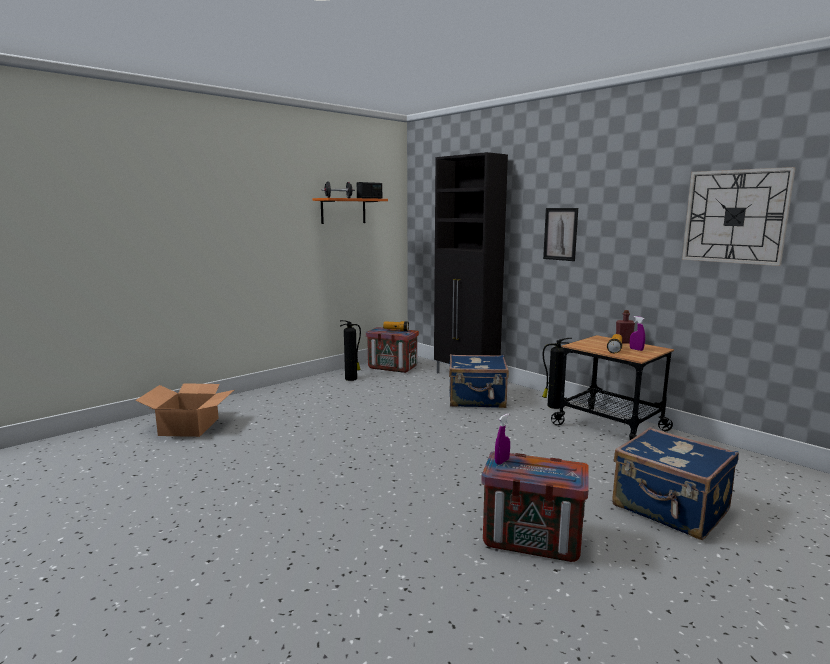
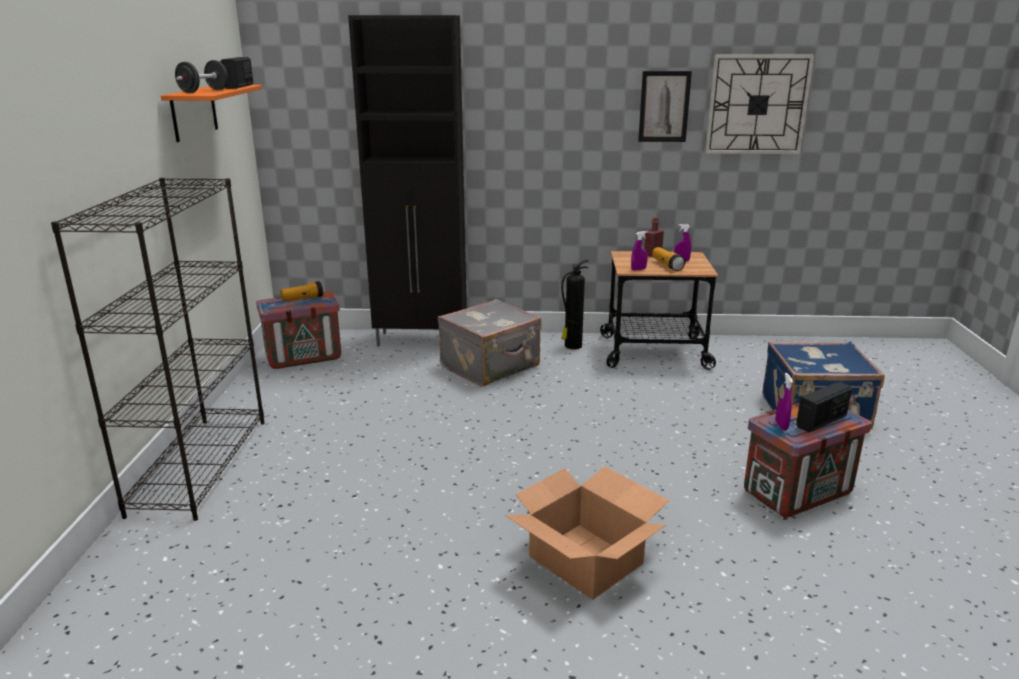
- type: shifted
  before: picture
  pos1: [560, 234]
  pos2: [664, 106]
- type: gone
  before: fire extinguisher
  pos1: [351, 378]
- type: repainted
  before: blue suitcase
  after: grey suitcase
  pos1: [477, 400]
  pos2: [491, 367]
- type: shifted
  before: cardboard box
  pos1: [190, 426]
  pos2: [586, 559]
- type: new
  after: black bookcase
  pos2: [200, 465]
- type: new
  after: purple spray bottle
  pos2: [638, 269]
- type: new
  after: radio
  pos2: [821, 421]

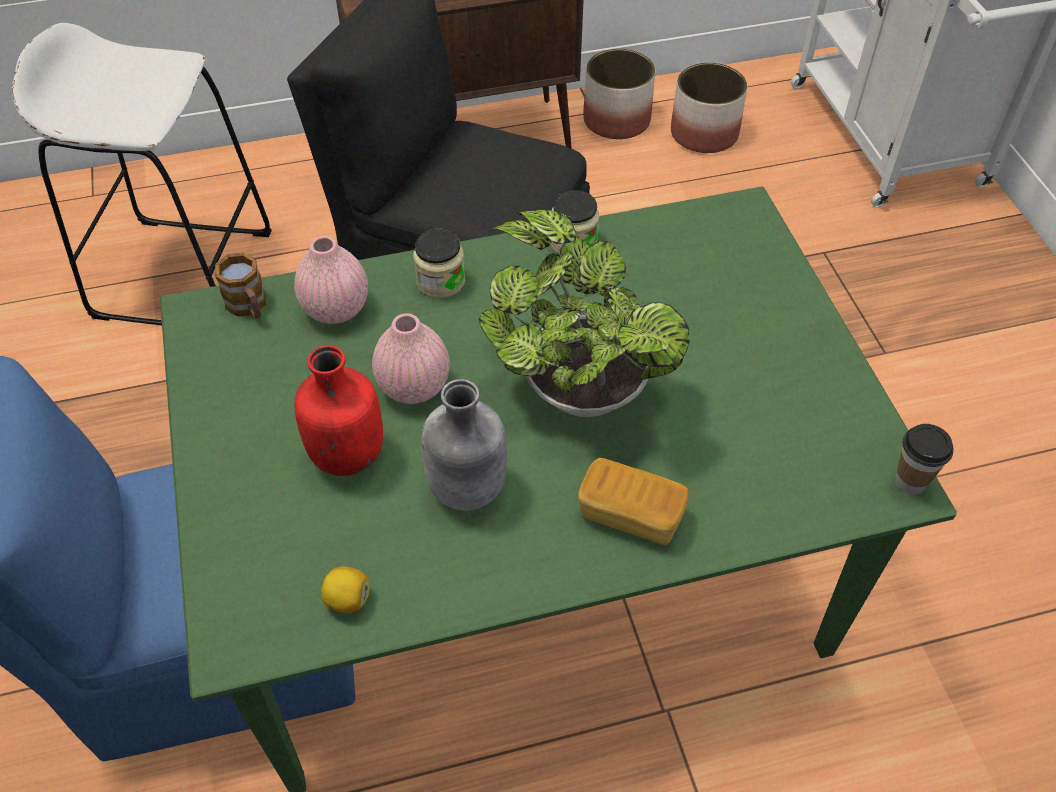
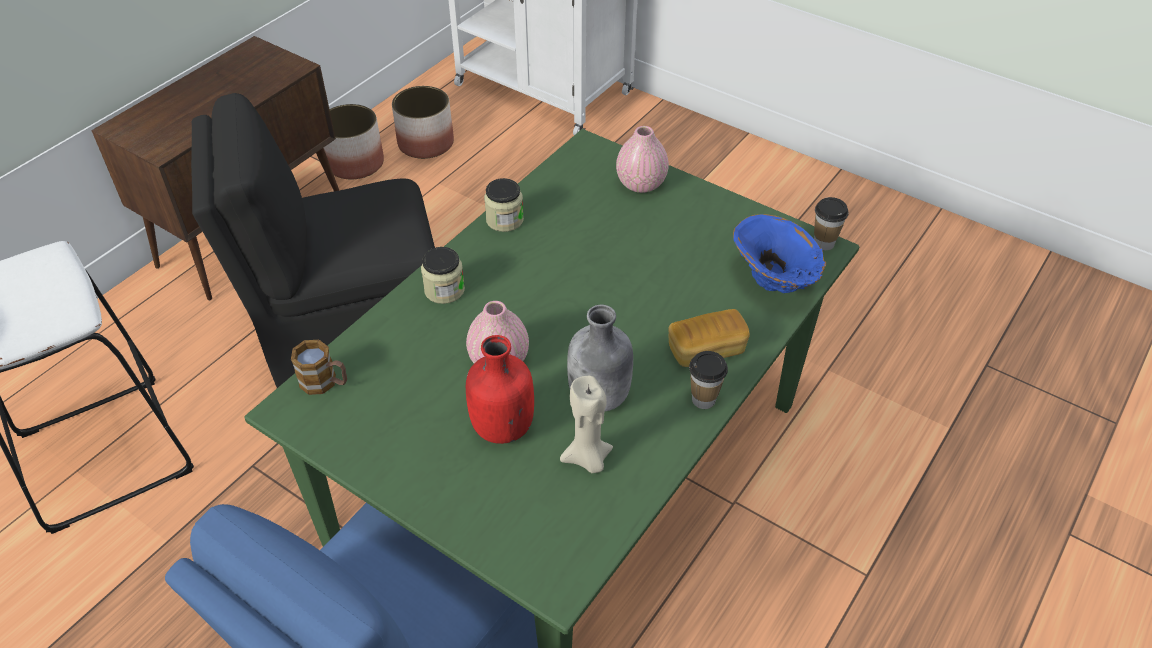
- type: gone
  before: potted plant
  pos1: [577, 387]
- type: shifted
  before: pink vase
  pos1: [335, 308]
  pos2: [641, 184]
- type: gone
  before: lemon
  pos1: [348, 600]
- type: new
  after: blue vase
  pos2: [771, 285]
- type: new
  after: cup
  pos2: [703, 399]
- type: new
  after: beige candle
  pos2: [588, 459]

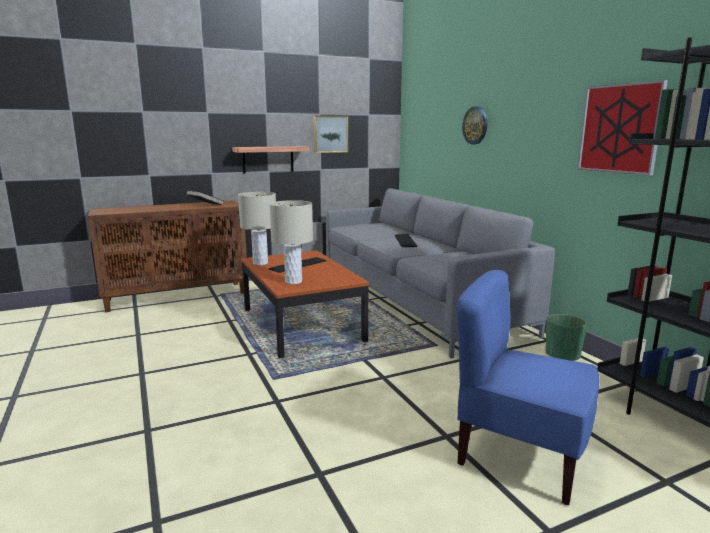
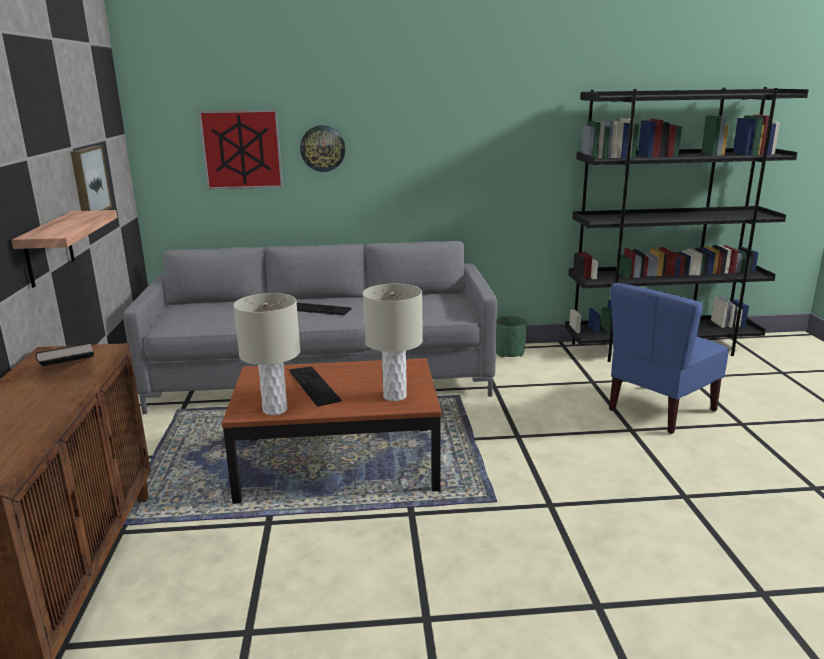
- type: shifted
  before: picture
  pos1: [619, 128]
  pos2: [242, 149]

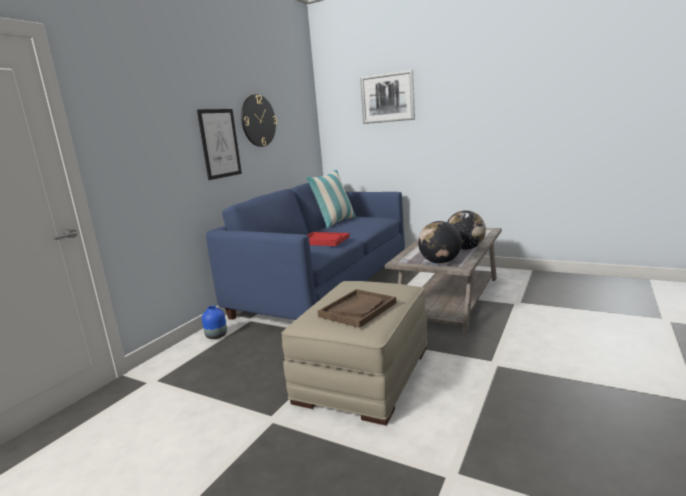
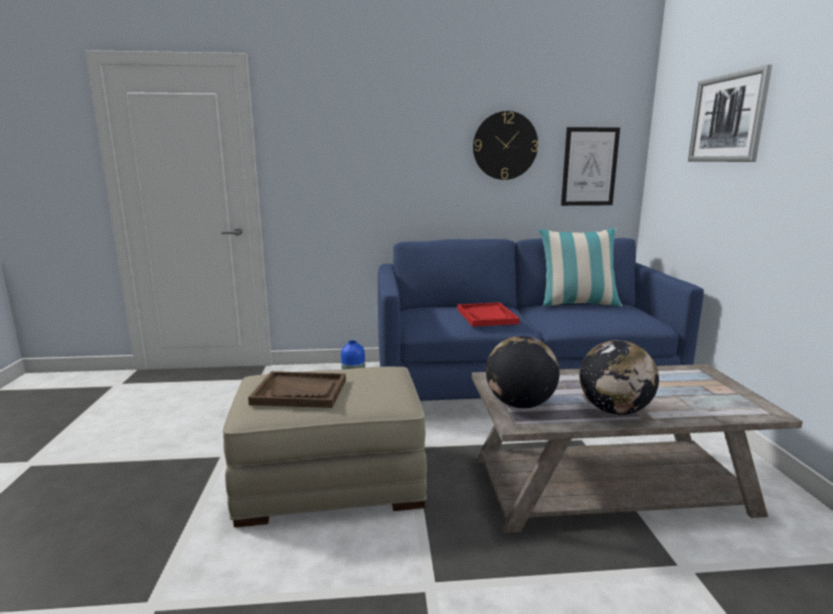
- type: shifted
  before: picture
  pos1: [220, 143]
  pos2: [589, 167]

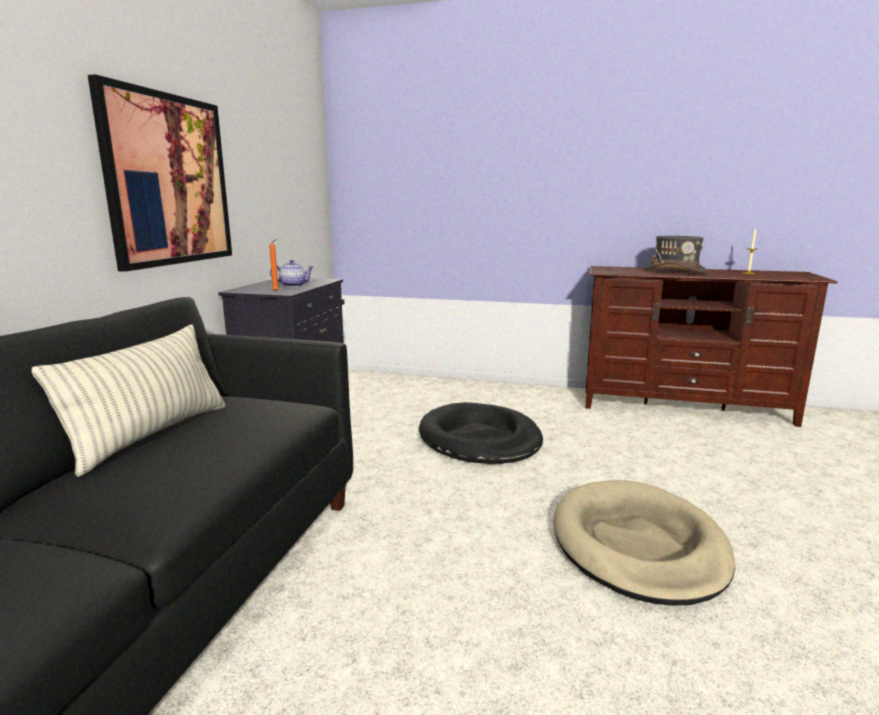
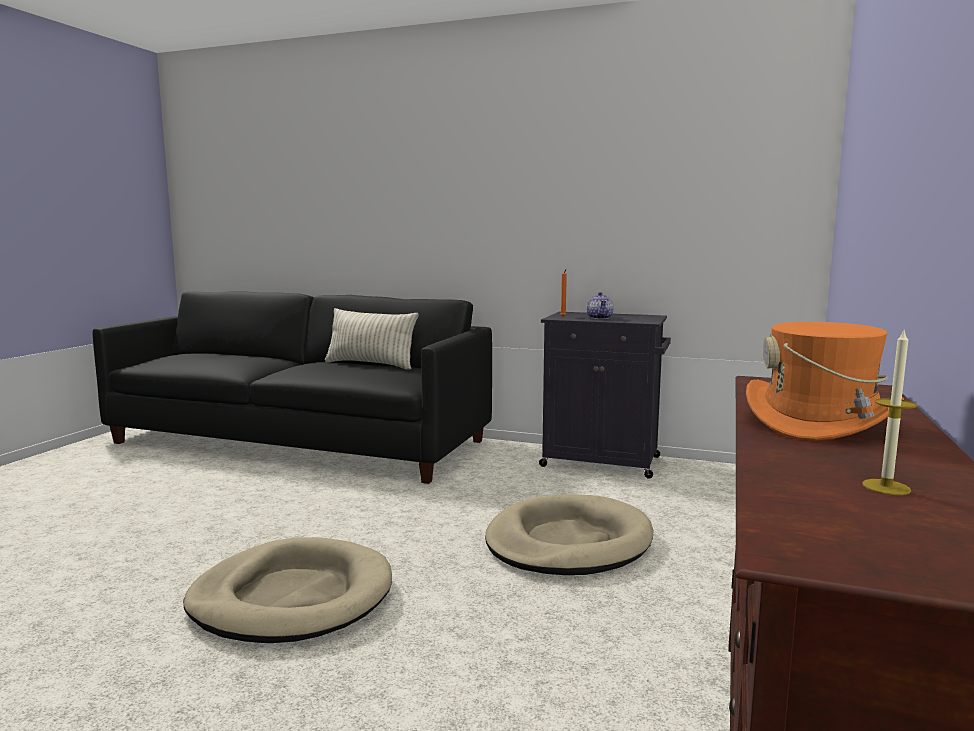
- type: gone
  before: picture
  pos1: [168, 180]
- type: repainted
  before: grey hat
  after: orange hat
  pos1: [675, 272]
  pos2: [820, 421]
- type: repainted
  before: black dog bed
  after: beige dog bed
  pos1: [479, 439]
  pos2: [568, 542]

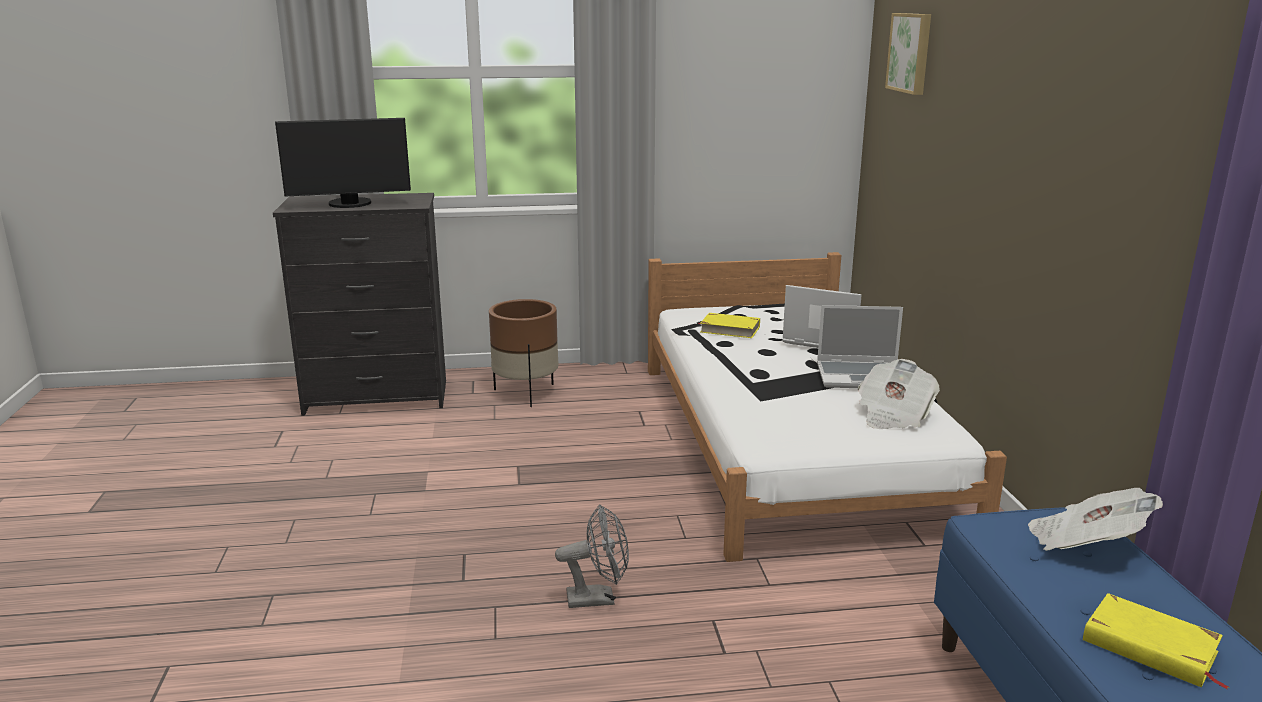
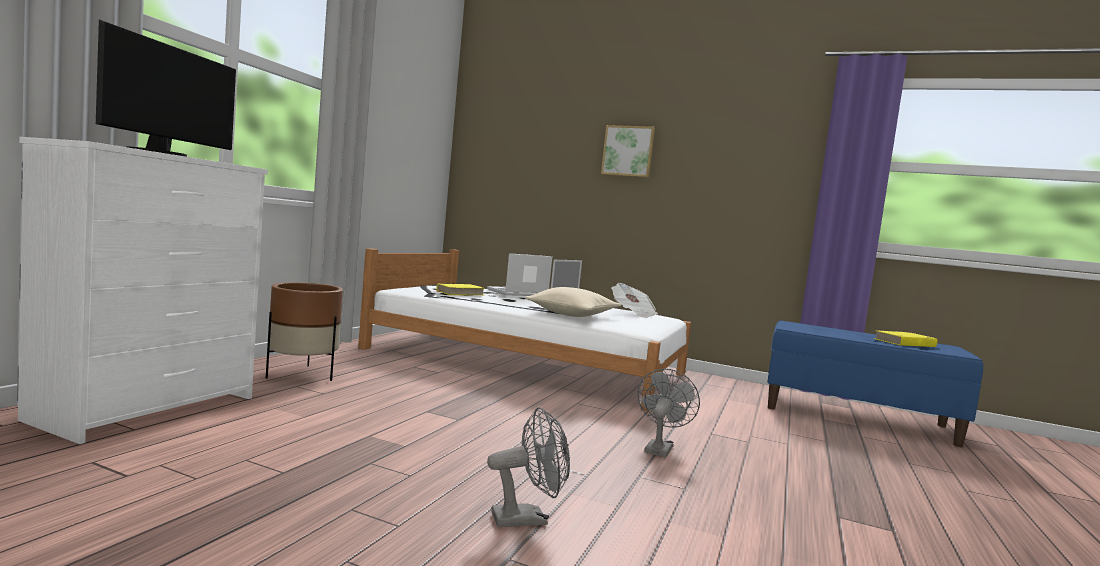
- type: shifted
  before: picture
  pos1: [911, 53]
  pos2: [628, 151]
- type: repainted
  before: black dresser
  after: white dresser
  pos1: [378, 398]
  pos2: [149, 408]
- type: gone
  before: newspaper
  pos1: [1085, 544]
- type: new
  after: beige pillow
  pos2: [572, 314]
- type: new
  after: grey fan
  pos2: [527, 518]

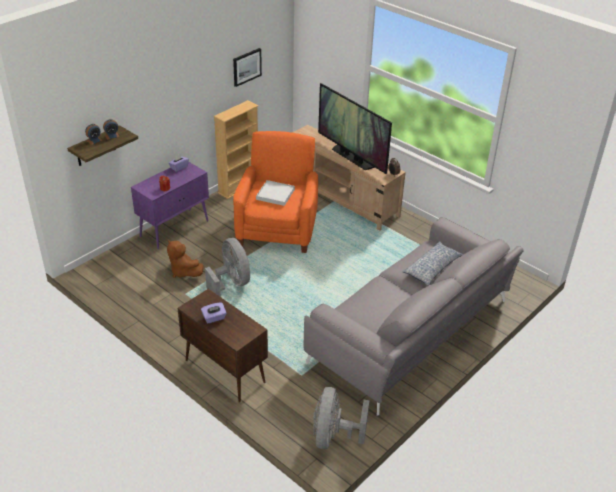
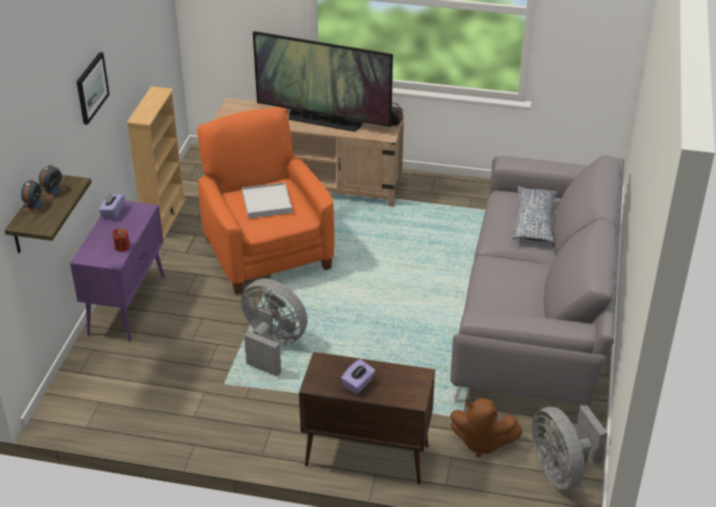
- type: shifted
  before: picture
  pos1: [246, 67]
  pos2: [91, 87]
- type: shifted
  before: brown plush toy
  pos1: [184, 272]
  pos2: [482, 442]

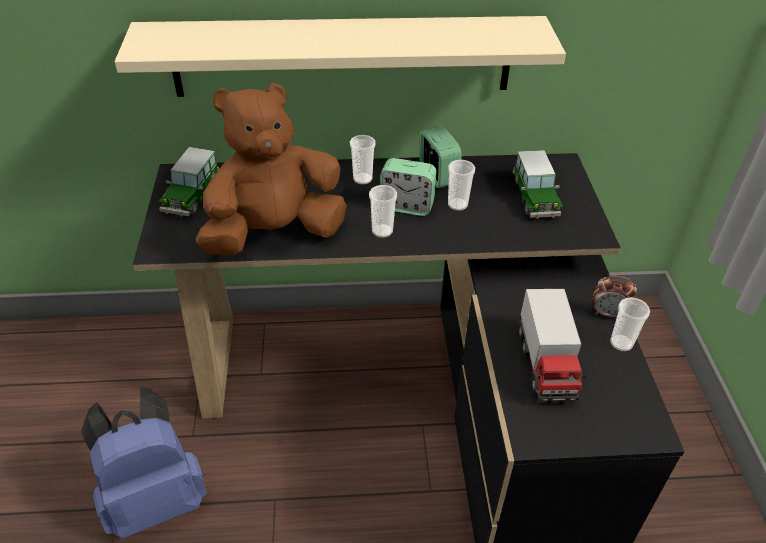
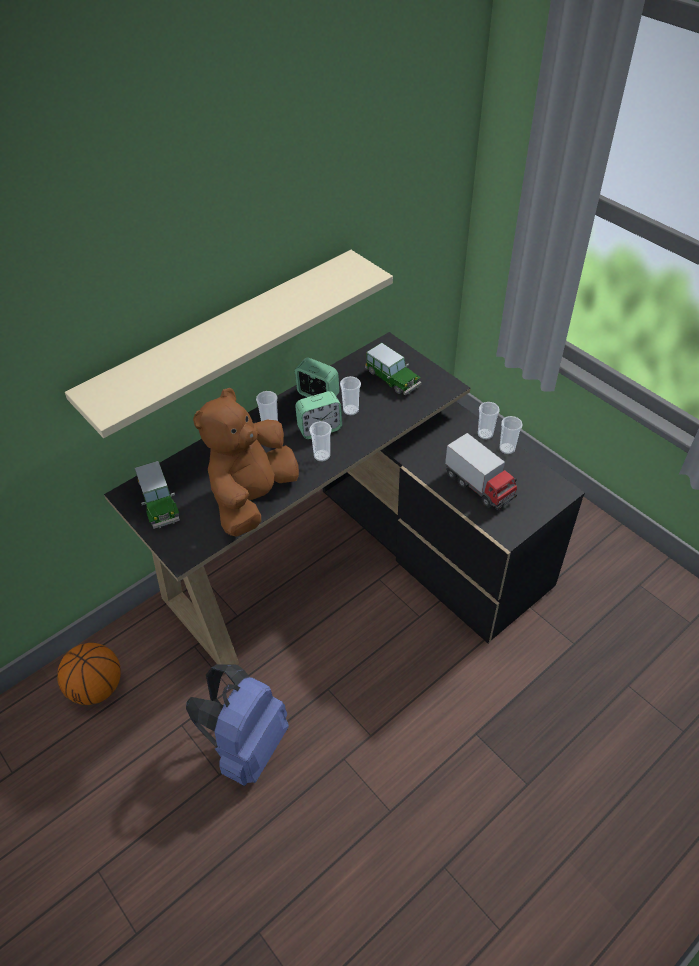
- type: swapped
  before: alarm clock
  after: cup
  pos1: [607, 313]
  pos2: [485, 434]
- type: new
  after: basketball
  pos2: [96, 688]

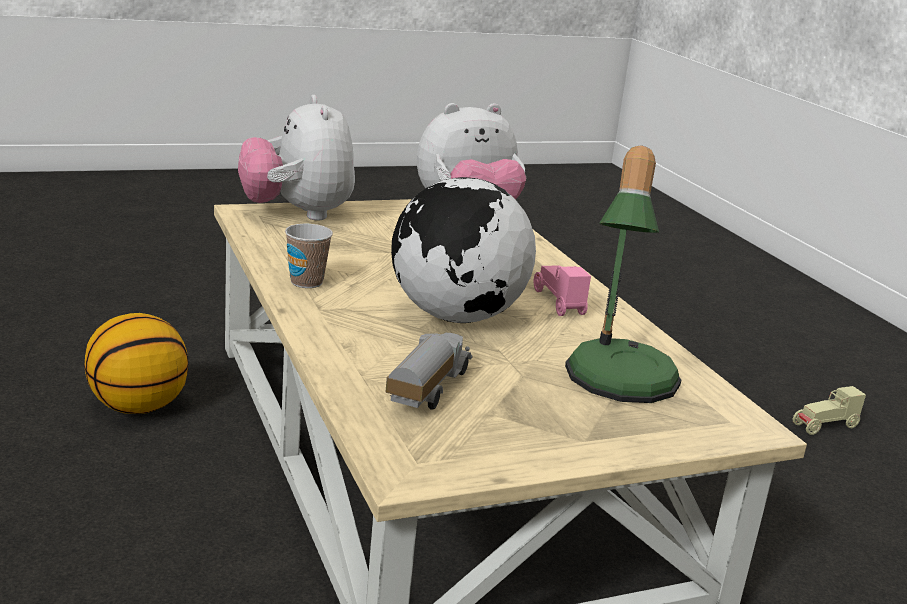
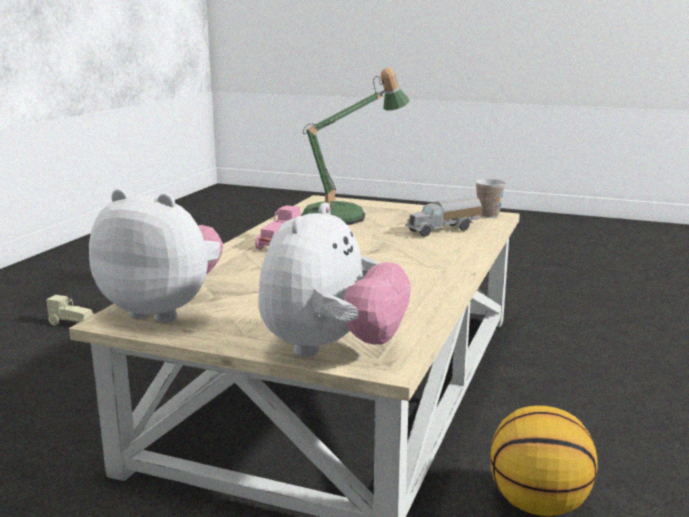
- type: gone
  before: globe
  pos1: [456, 317]
- type: shifted
  before: cup
  pos1: [306, 282]
  pos2: [488, 215]

